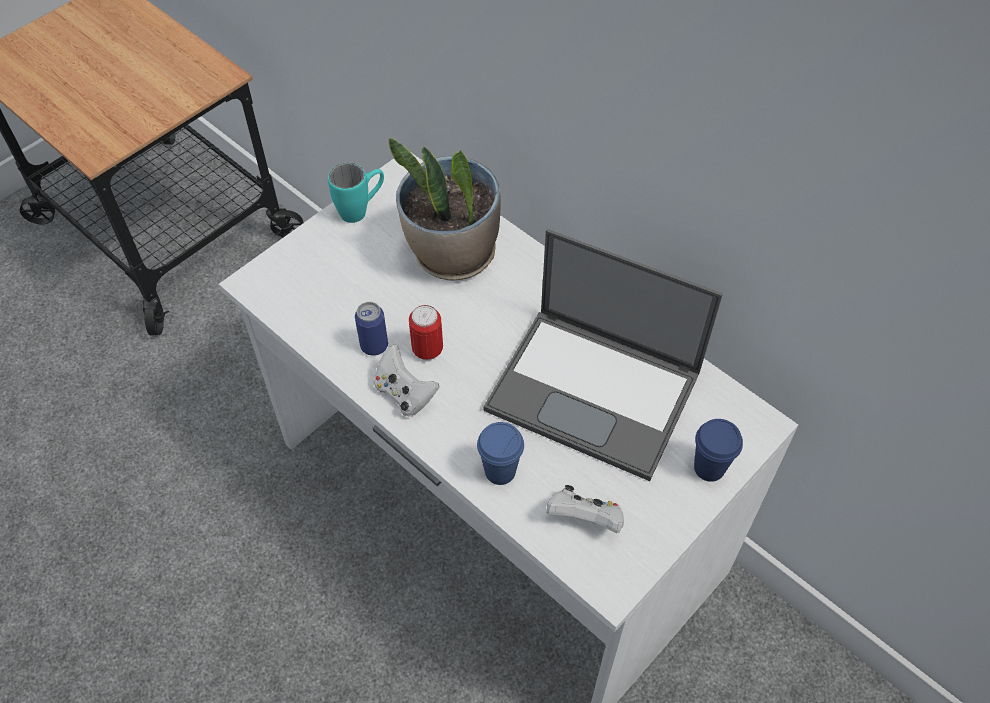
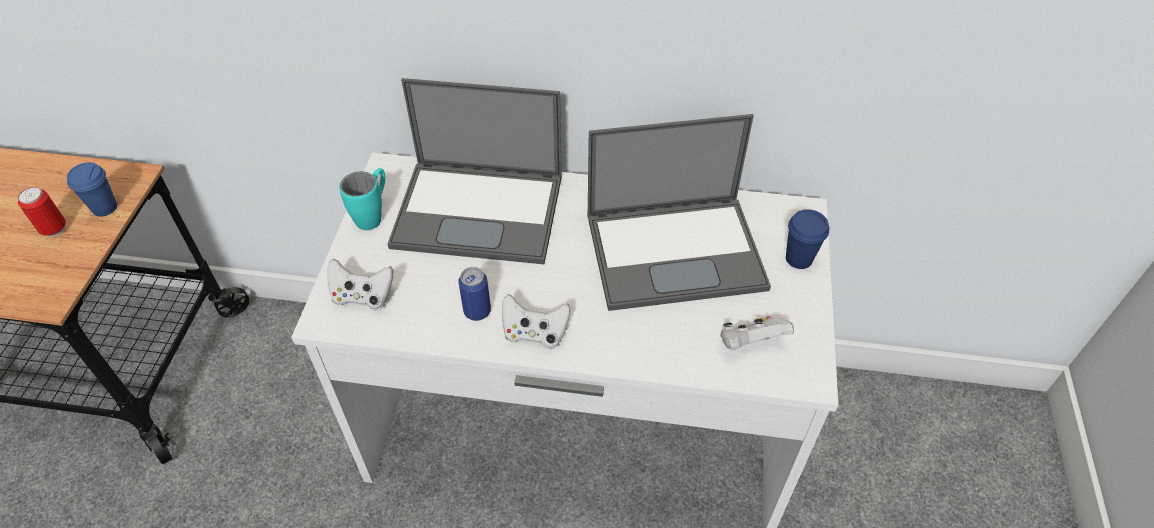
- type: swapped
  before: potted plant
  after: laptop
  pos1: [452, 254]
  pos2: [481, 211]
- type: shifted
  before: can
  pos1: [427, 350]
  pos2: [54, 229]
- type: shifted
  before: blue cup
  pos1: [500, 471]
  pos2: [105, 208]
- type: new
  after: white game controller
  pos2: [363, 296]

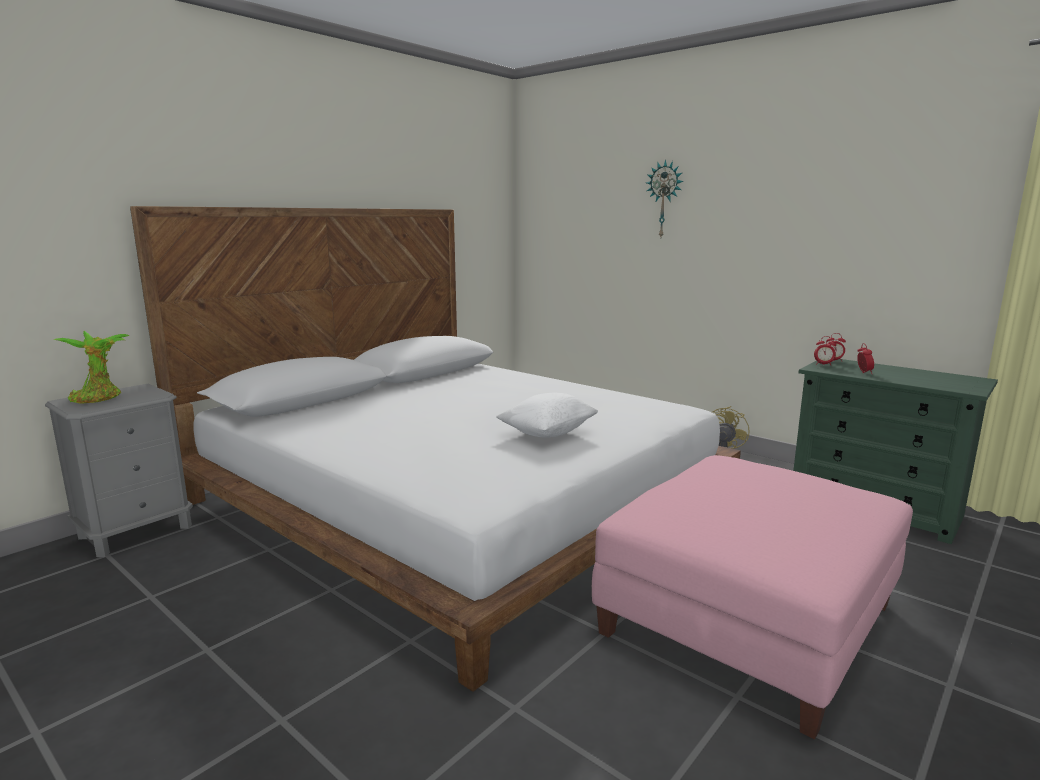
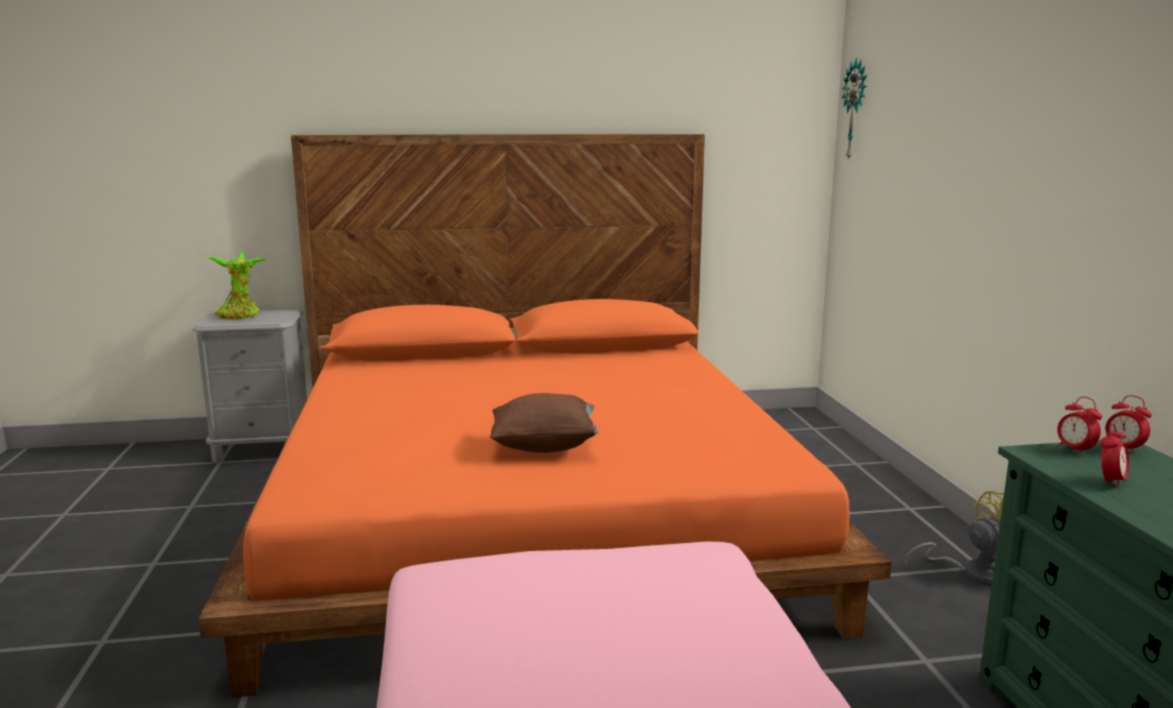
- type: shifted
  before: wall clock
  pos1: [664, 199]
  pos2: [856, 110]
- type: repainted
  before: white bed
  after: orange bed
  pos1: [458, 502]
  pos2: [531, 512]
- type: repainted
  before: white pillow
  after: brown pillow
  pos1: [547, 433]
  pos2: [544, 447]

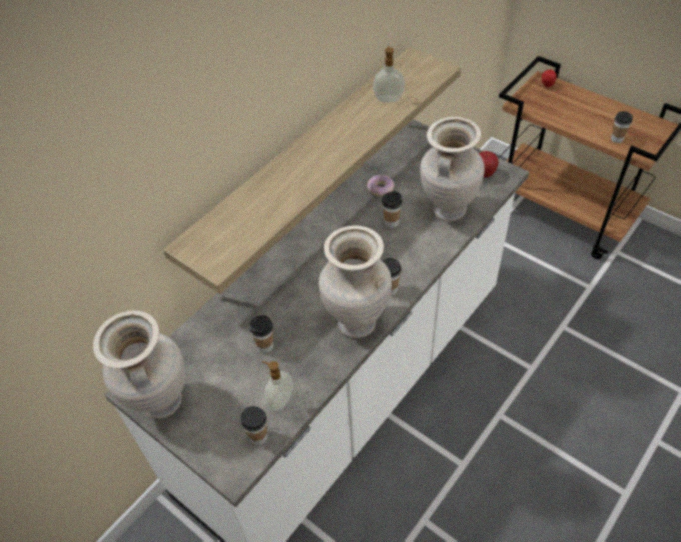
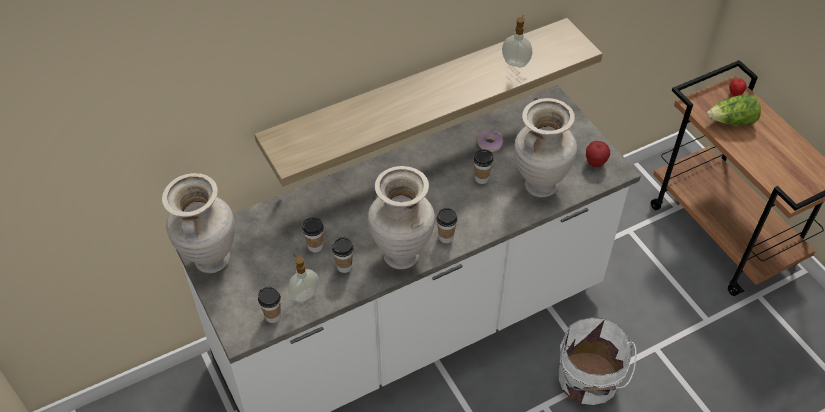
- type: shifted
  before: cup
  pos1: [616, 139]
  pos2: [344, 266]
- type: new
  after: lettuce
  pos2: [731, 121]
- type: new
  after: white bucket
  pos2: [588, 381]

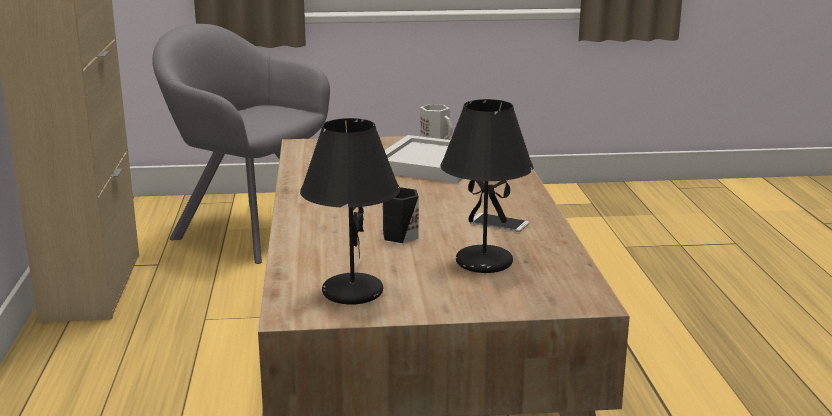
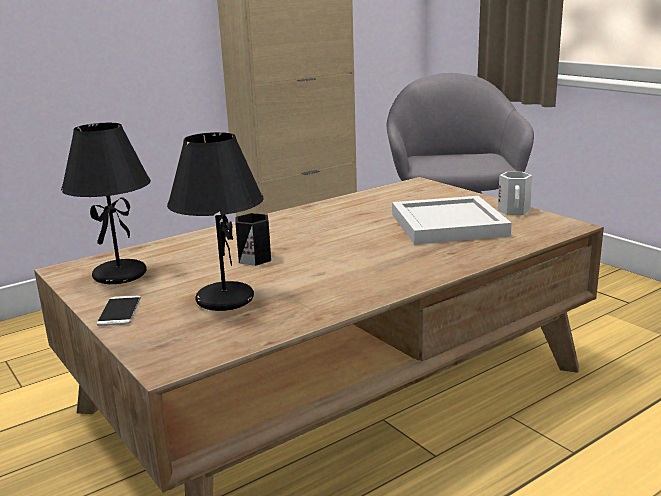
- type: shifted
  before: phone
  pos1: [499, 223]
  pos2: [119, 311]

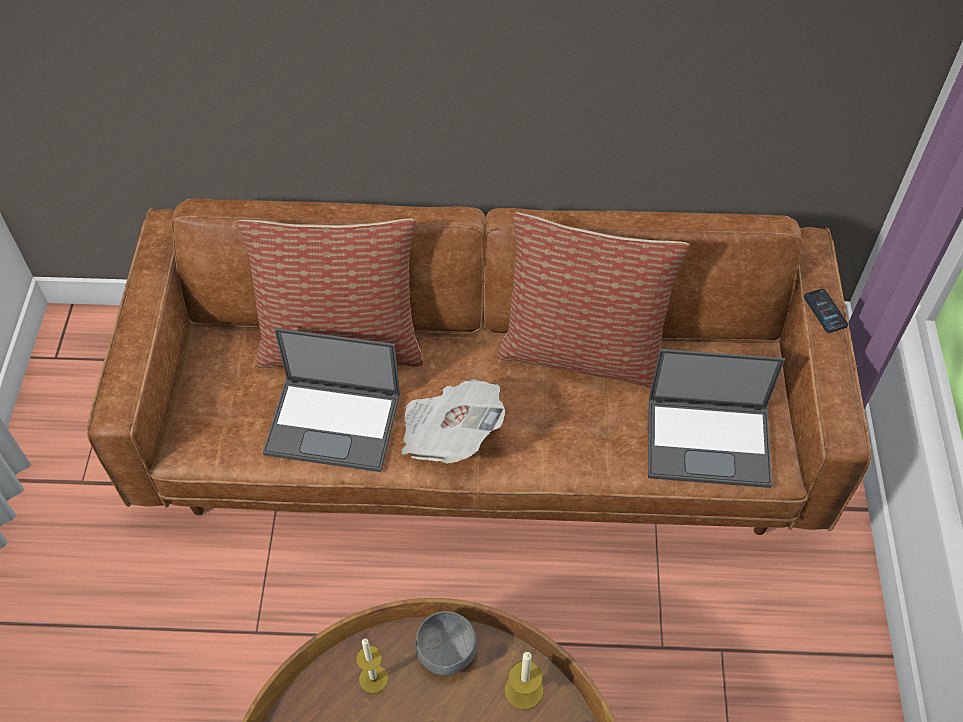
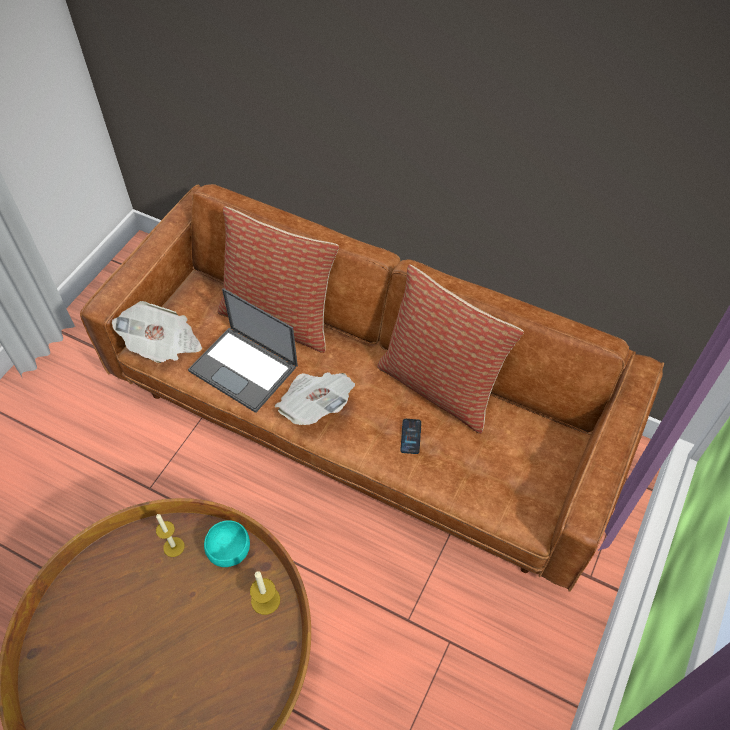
- type: shifted
  before: phone
  pos1: [825, 311]
  pos2: [410, 436]
- type: gone
  before: laptop
  pos1: [710, 441]
- type: repainted
  before: grey bowl
  after: turquoise bowl
  pos1: [446, 652]
  pos2: [229, 551]
- type: new
  after: newspaper
  pos2: [163, 345]

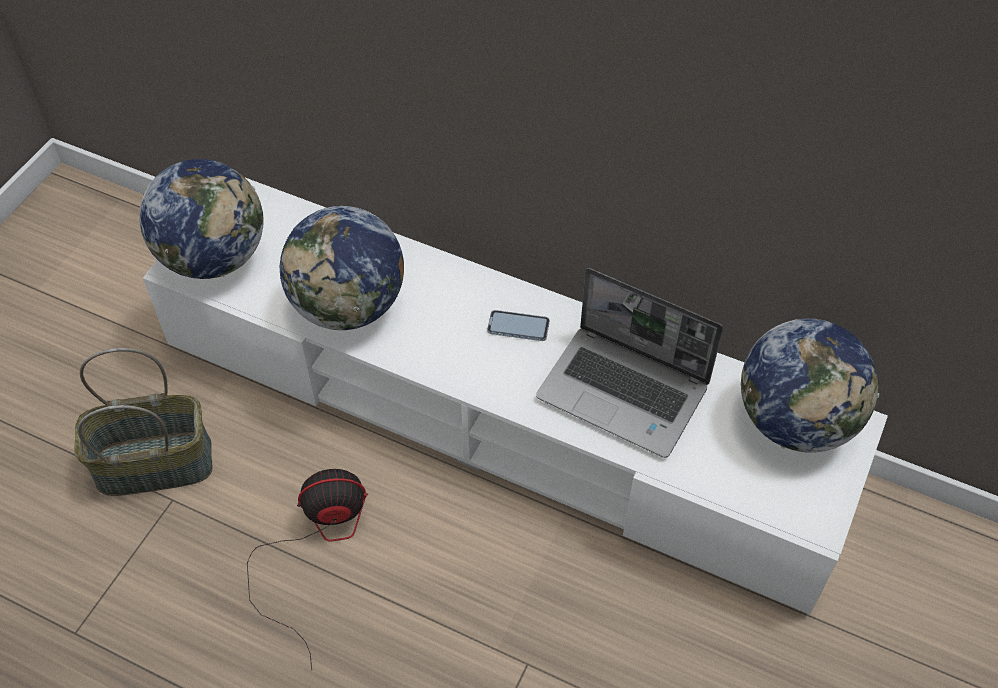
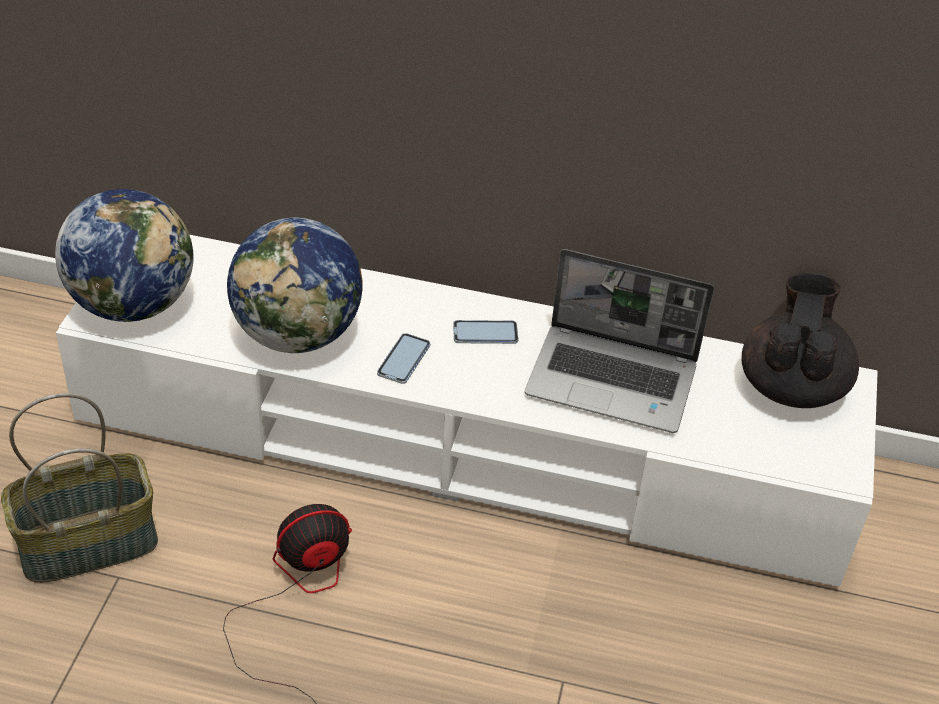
- type: swapped
  before: globe
  after: black teapot
  pos1: [796, 421]
  pos2: [791, 385]
- type: new
  after: phone
  pos2: [403, 360]

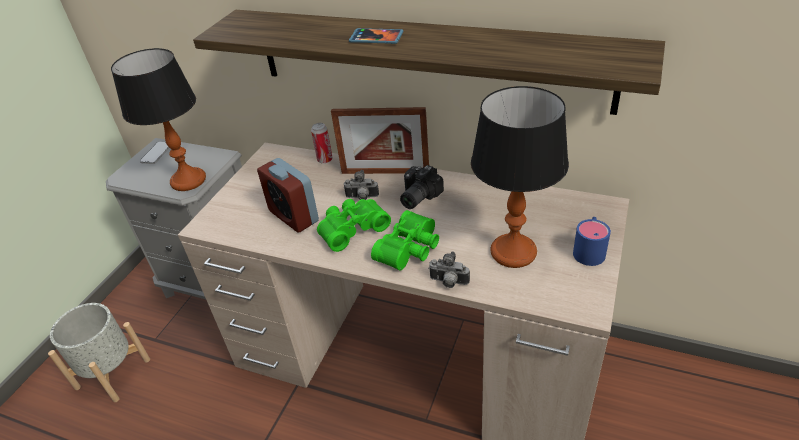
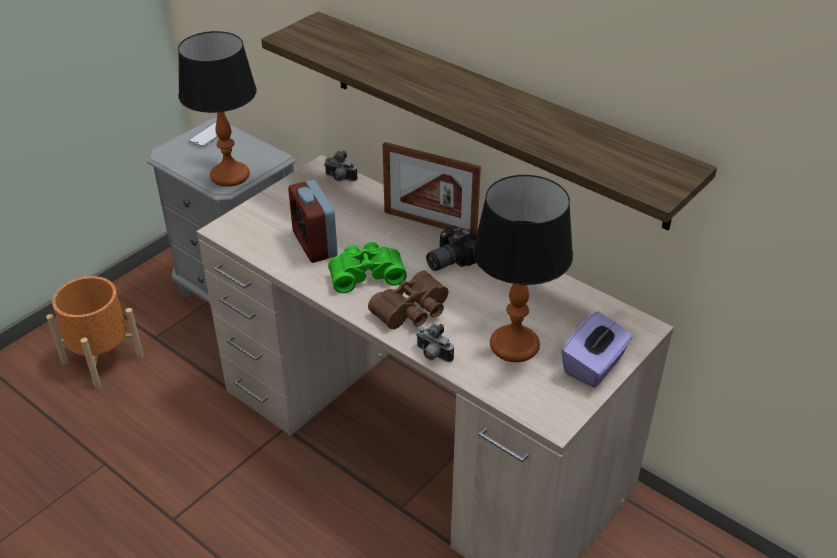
- type: gone
  before: phone
  pos1: [376, 38]
- type: gone
  before: can
  pos1: [325, 160]
- type: shifted
  before: photo camera
  pos1: [362, 198]
  pos2: [340, 179]
- type: repainted
  before: green binoculars
  after: brown binoculars
  pos1: [411, 249]
  pos2: [413, 312]
- type: swapped
  before: blue mug
  after: purple tissue box
  pos1: [589, 249]
  pos2: [594, 366]
- type: repainted
  before: grey planter
  after: orange planter
  pos1: [112, 374]
  pos2: [102, 359]

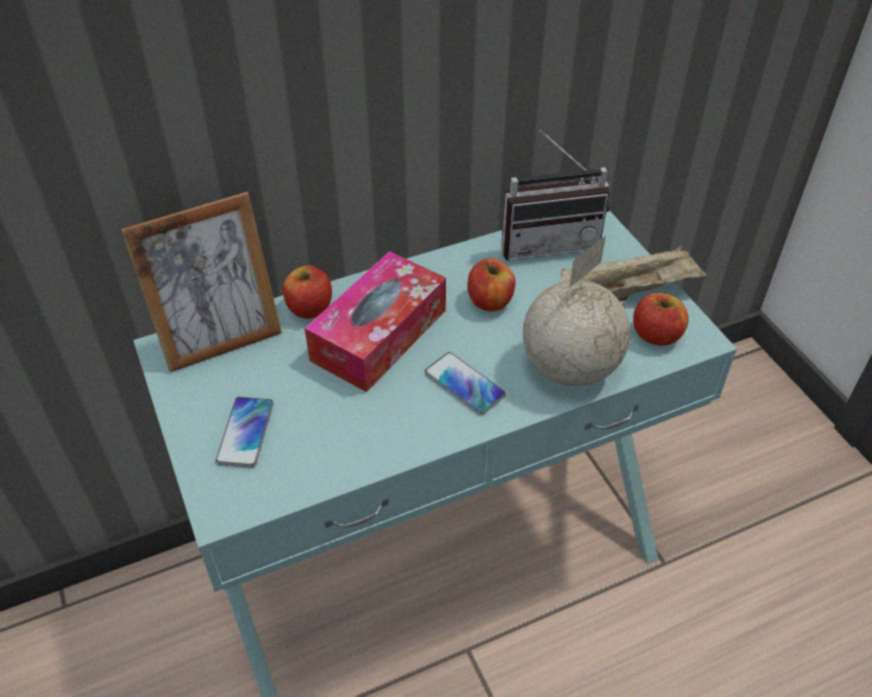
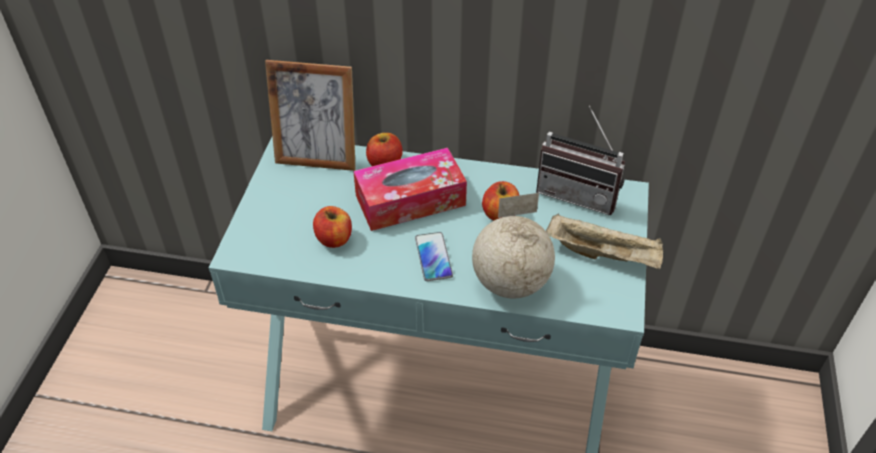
- type: shifted
  before: apple
  pos1: [656, 335]
  pos2: [334, 239]
- type: gone
  before: phone
  pos1: [245, 432]

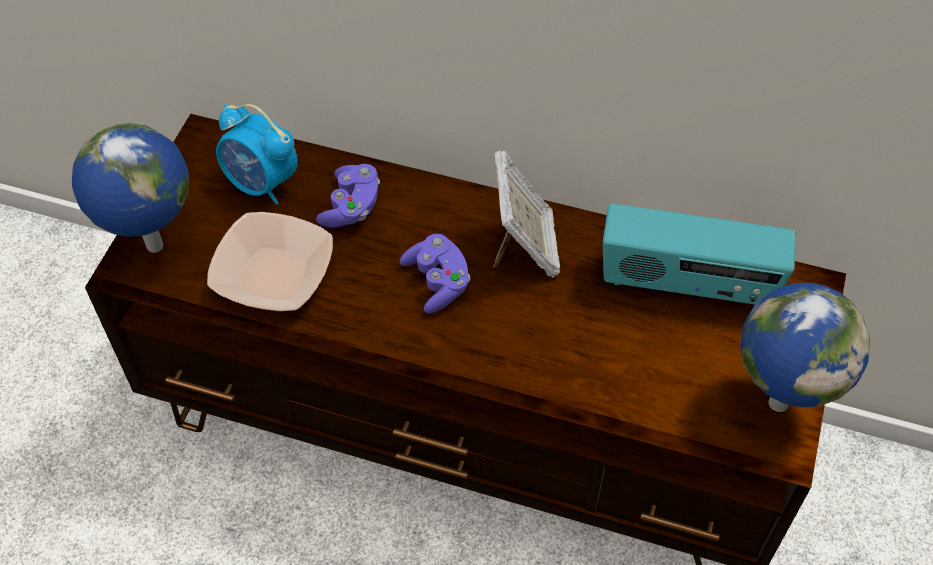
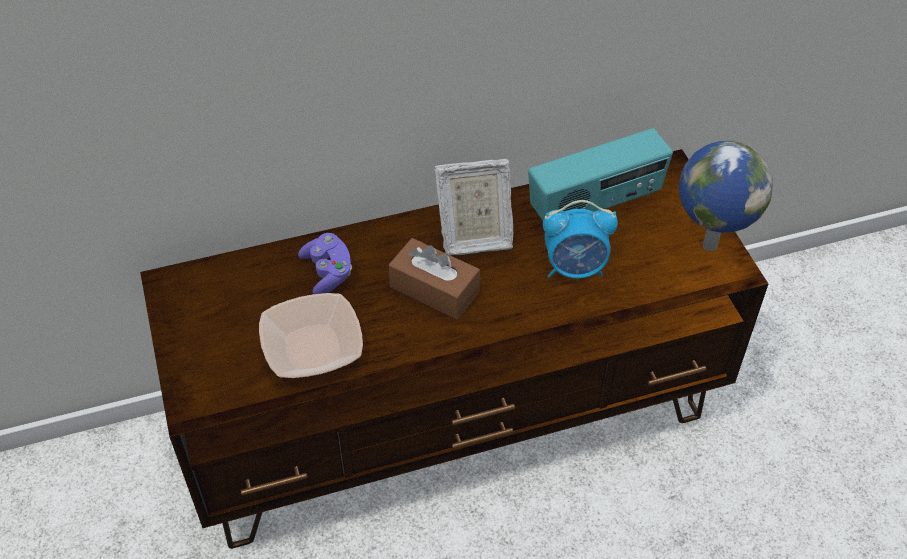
- type: shifted
  before: alarm clock
  pos1: [262, 183]
  pos2: [575, 268]
- type: gone
  before: globe
  pos1: [153, 247]
- type: rotated
  before: picture frame
  pos1: [524, 248]
  pos2: [474, 237]
  turn: 120
- type: swapped
  before: purple game controller
  after: brown tissue box
  pos1: [437, 282]
  pos2: [434, 289]

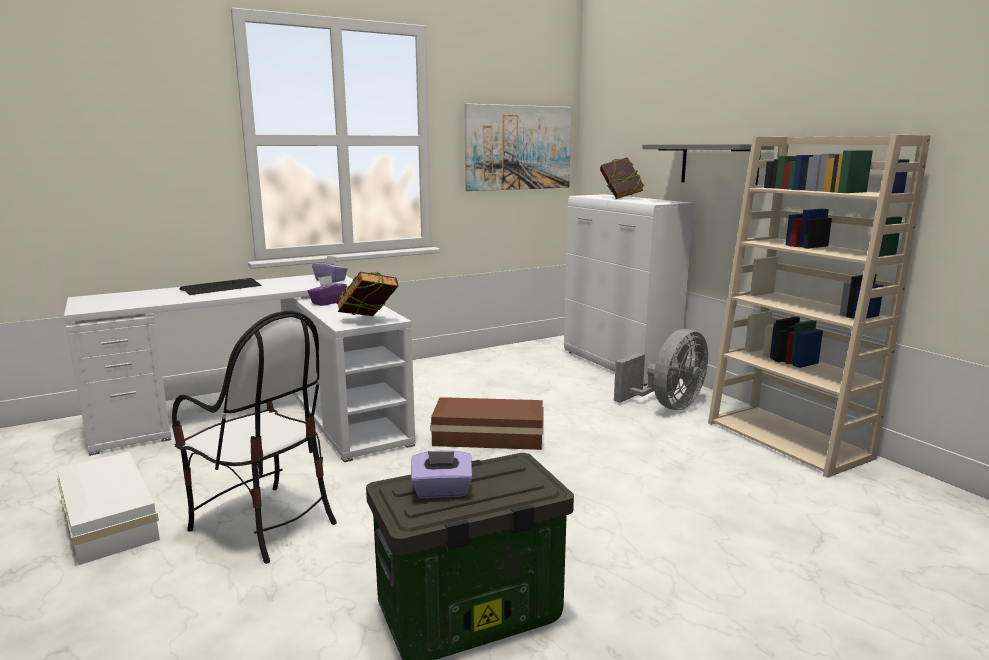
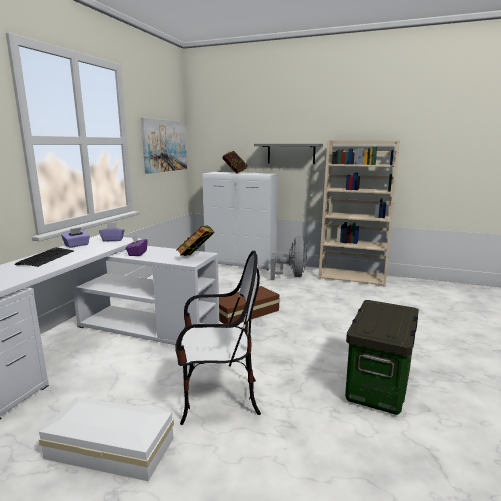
- type: shifted
  before: purple tissue box
  pos1: [442, 491]
  pos2: [77, 245]

